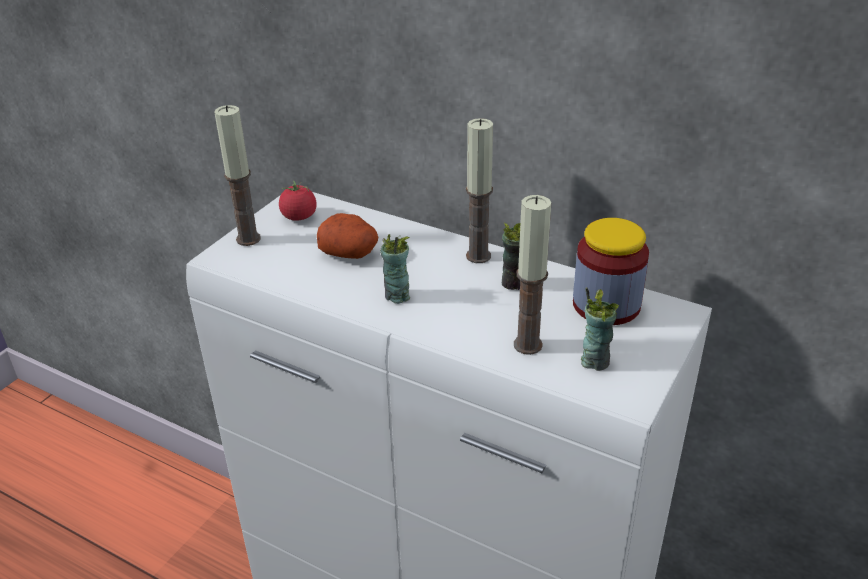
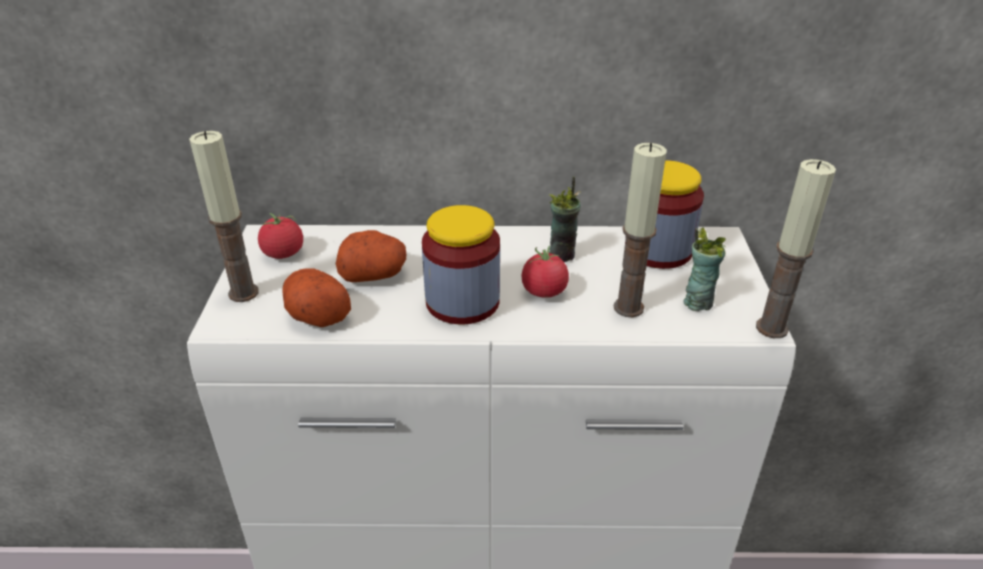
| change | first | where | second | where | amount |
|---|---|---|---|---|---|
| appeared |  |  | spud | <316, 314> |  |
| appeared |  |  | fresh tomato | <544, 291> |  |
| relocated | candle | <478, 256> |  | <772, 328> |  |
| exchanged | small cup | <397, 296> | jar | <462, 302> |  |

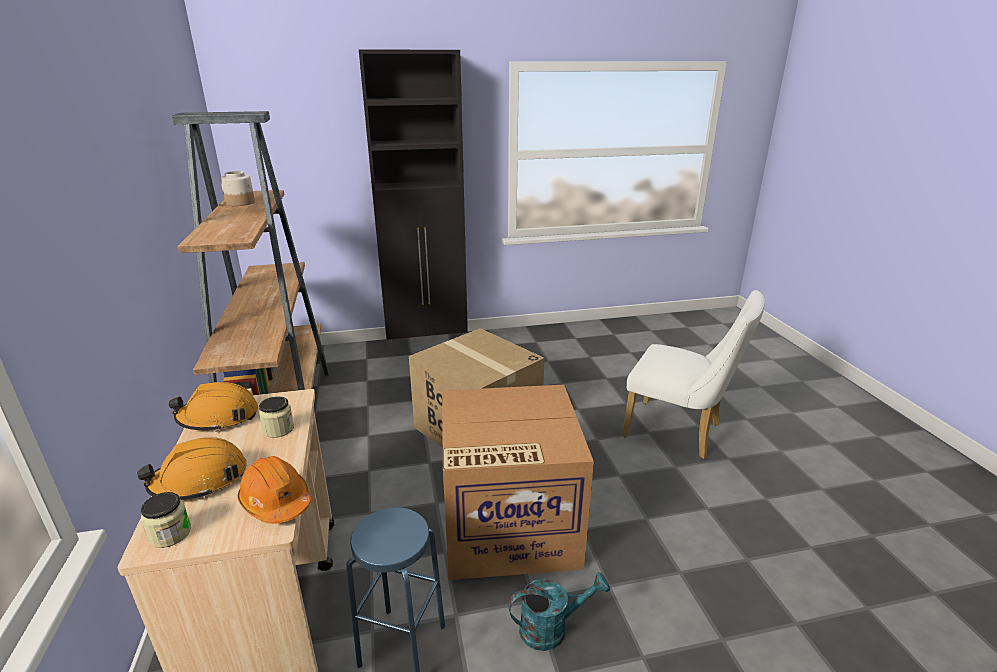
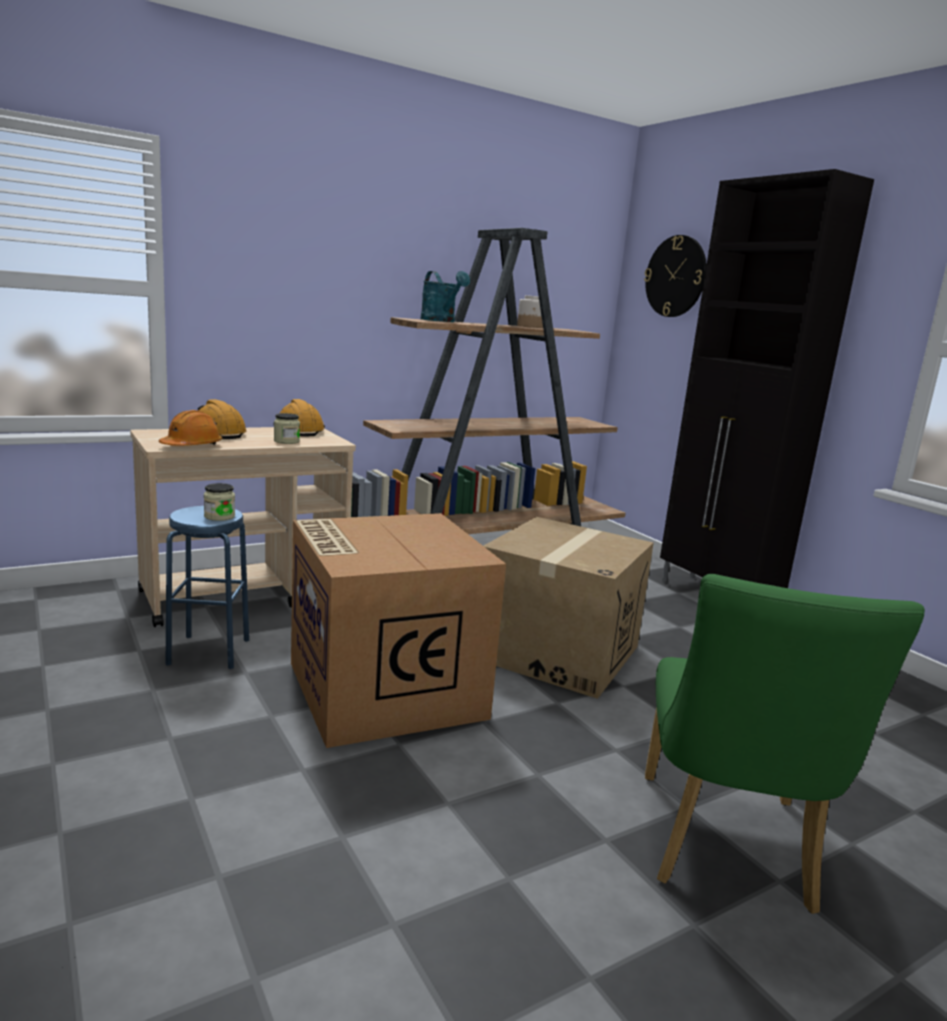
| change | first | where | second | where | amount |
|---|---|---|---|---|---|
| appeared |  |  | wall clock | <676, 276> |  |
| relocated | jar | <170, 534> |  | <219, 516> |  |
| relocated | watering pot in turquoise | <551, 628> |  | <441, 321> |  |
| colour | plain chair in white-coloured | <679, 432> | plain chair in green-coloured | <726, 850> |  |

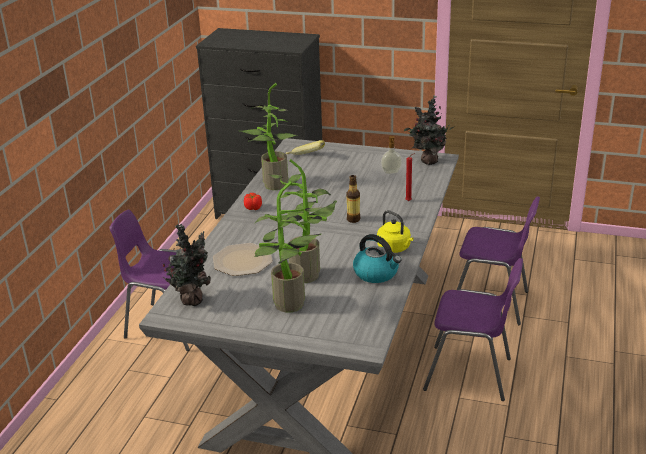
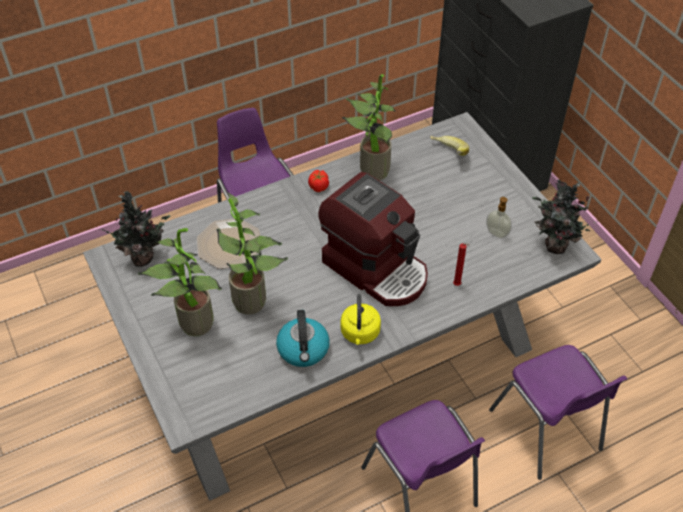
| change | first | where | second | where | amount |
|---|---|---|---|---|---|
| exchanged | drink bottle | <353, 219> | coffee maker | <376, 268> |  |

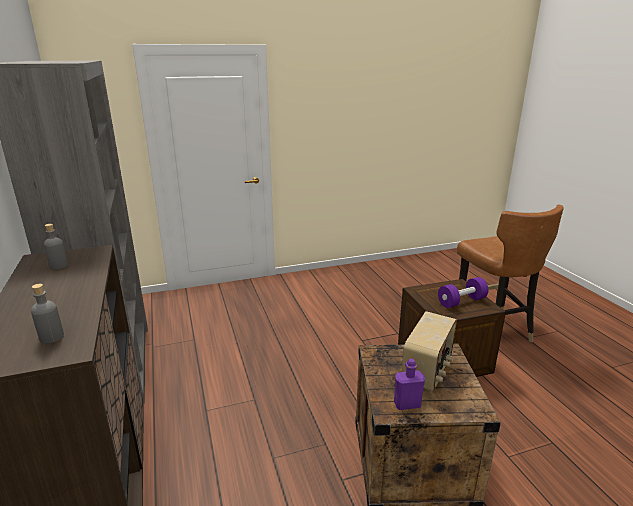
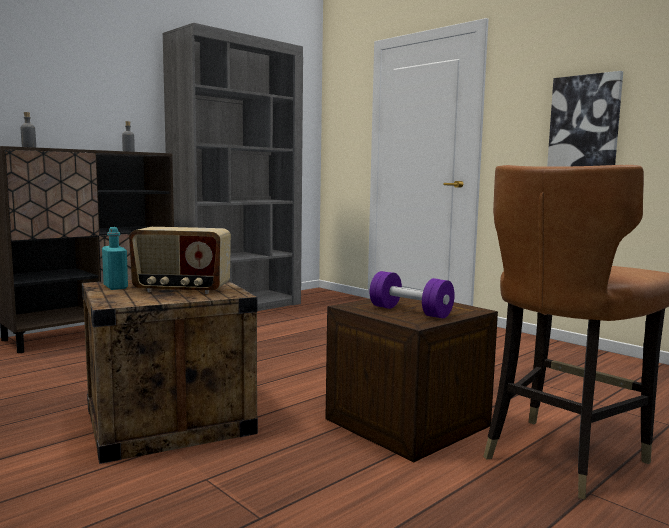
| change | first | where | second | where | amount |
|---|---|---|---|---|---|
| appeared |  |  | wall art | <584, 126> |  |
| colour | drink bottle in purplish | <407, 404> | drink bottle in turquoise | <115, 287> |  |

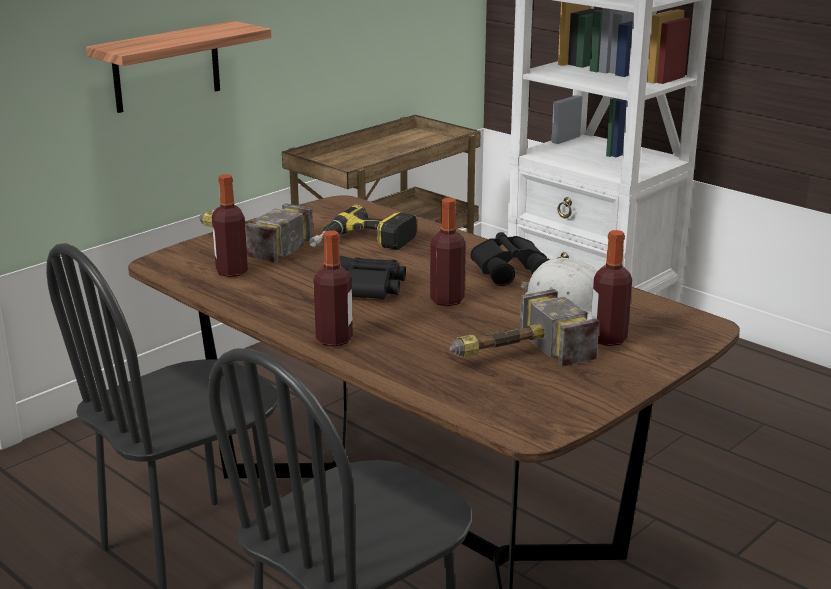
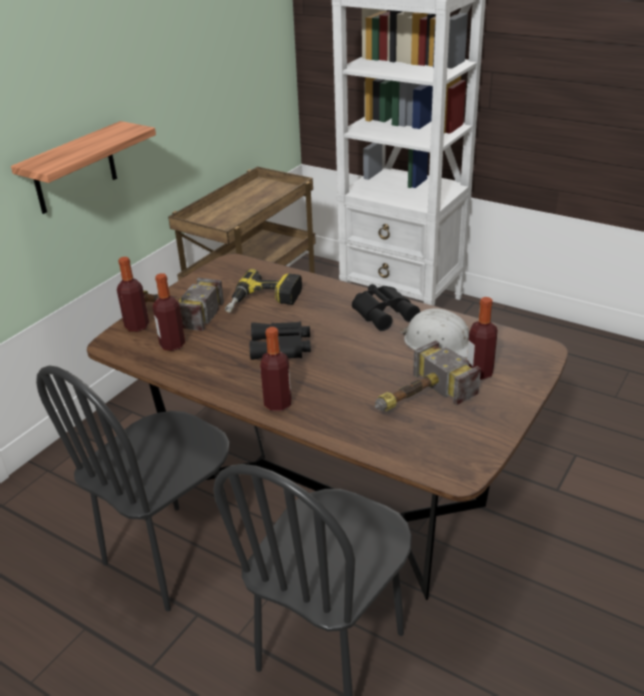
| change | first | where | second | where | amount |
|---|---|---|---|---|---|
| relocated | drink bottle | <447, 300> |  | <137, 326> |  |

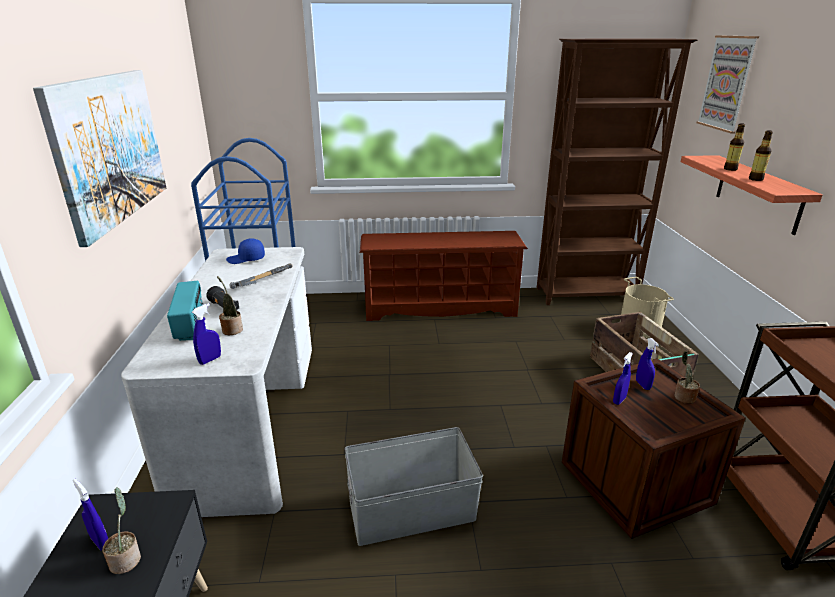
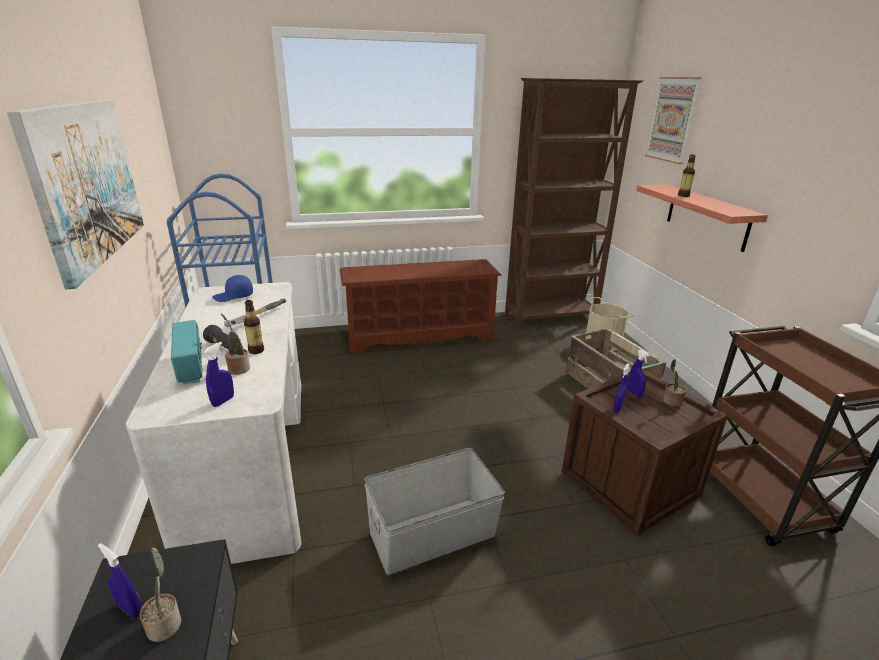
| change | first | where | second | where | amount |
|---|---|---|---|---|---|
| relocated | drink bottle | <755, 179> |  | <256, 350> |  |

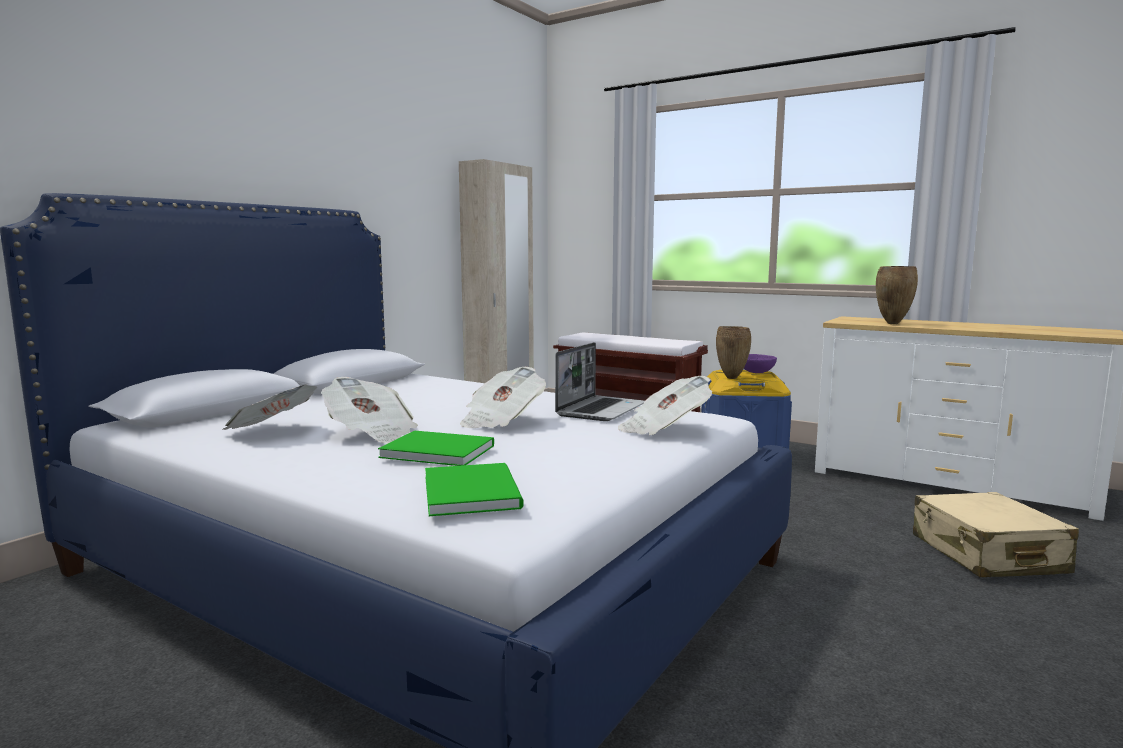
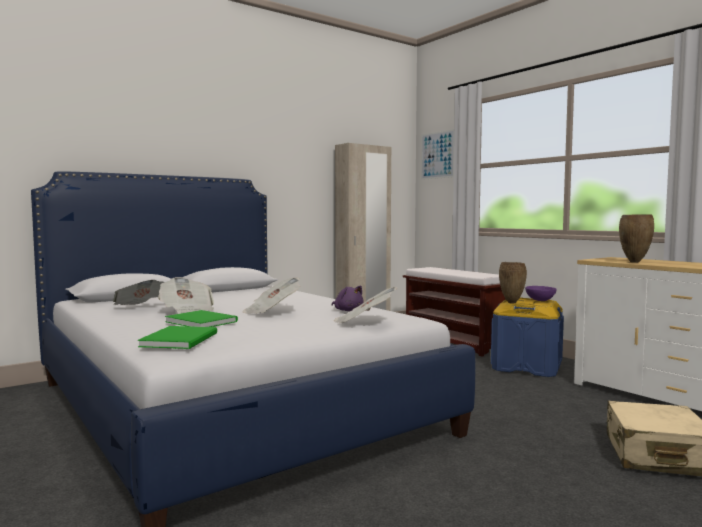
| change | first | where | second | where | amount |
|---|---|---|---|---|---|
| appeared |  |  | wall art | <437, 155> |  |
| exchanged | laptop | <601, 410> | soft toy in purplish | <347, 310> |  |

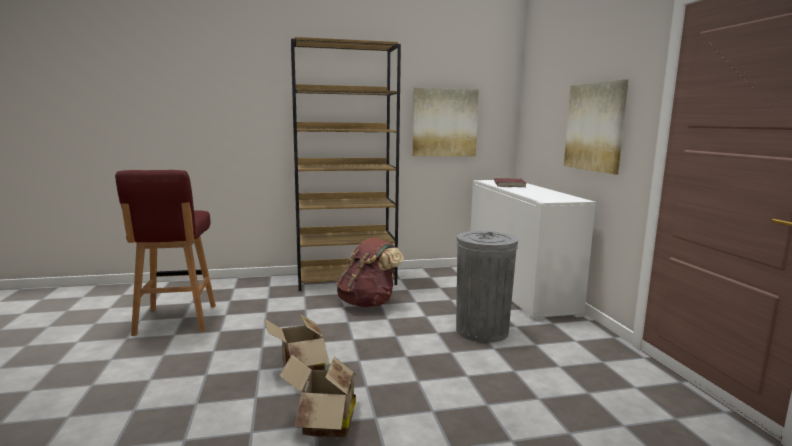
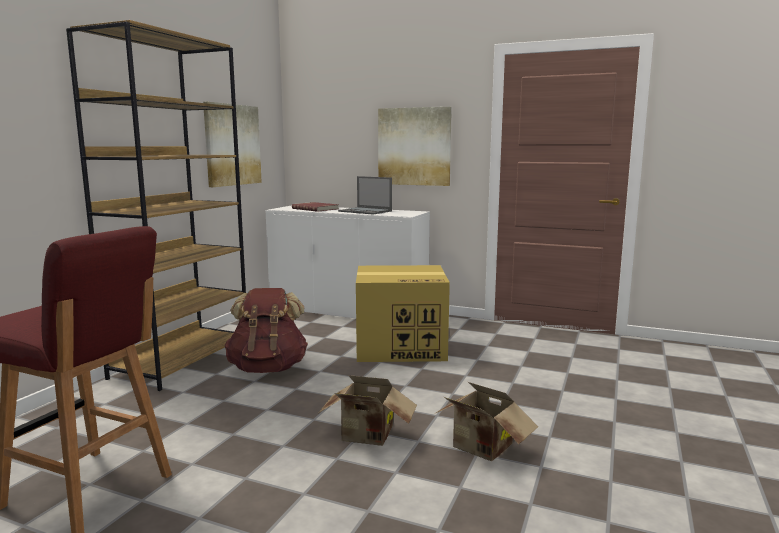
| change | first | where | second | where | amount |
|---|---|---|---|---|---|
| appeared |  |  | laptop | <366, 211> |  |
| exchanged | trash can in grey | <482, 331> | packing box | <402, 347> |  |

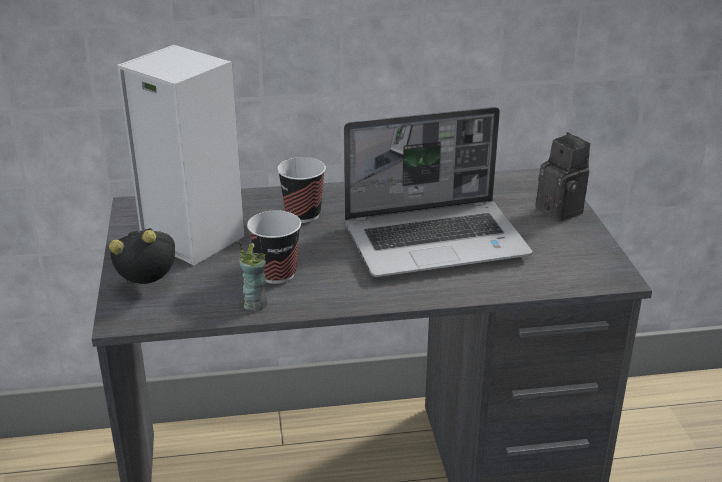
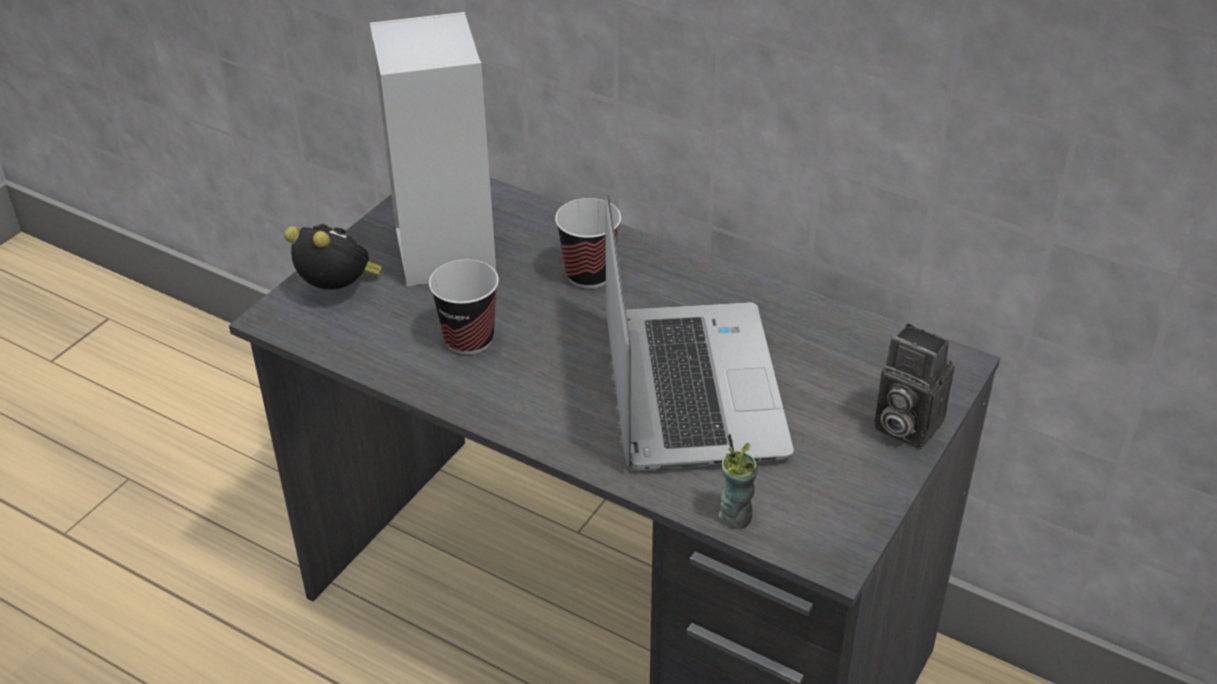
| change | first | where | second | where | amount |
|---|---|---|---|---|---|
| relocated | small cup | <255, 304> |  | <736, 516> |  |
| spun | laptop | <437, 240> |  | <689, 386> | 120 degrees counterclockwise |
| spun | photo camera | <563, 210> |  | <903, 425> | 120 degrees clockwise |

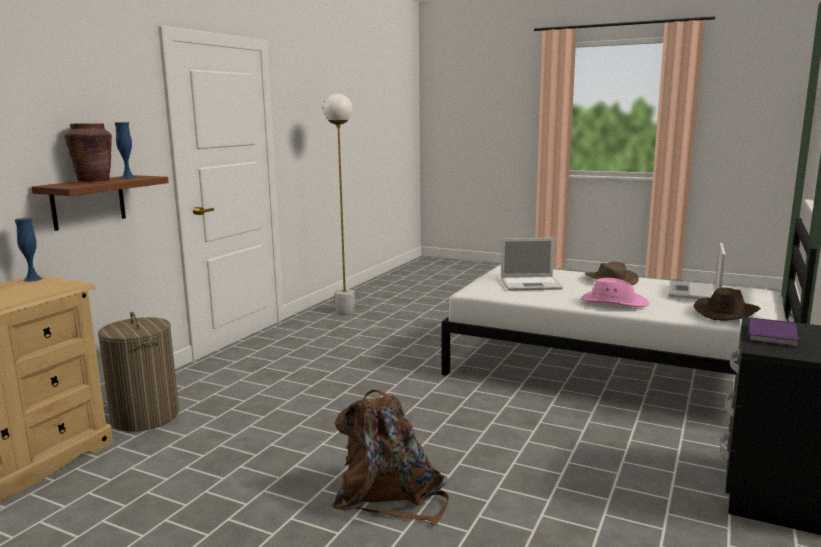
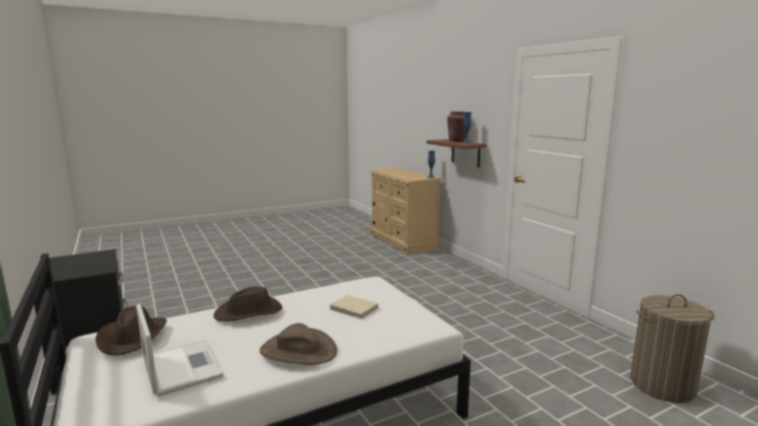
| change | first | where | second | where | amount |
|---|---|---|---|---|---|
| missing | floor lamp in white-coloured | <345, 311> |  |  |  |
| missing | rucksack in brown | <390, 495> |  |  |  |
| missing | volume in purplish | <773, 335> |  |  |  |
| relocated | laundry basket | <145, 417> |  | <662, 385> |  |
| exchanged | laptop | <531, 284> | volume in beige | <354, 309> |  |
| colour | hat in pink-coloured | <613, 302> | hat in brown | <249, 312> |  |

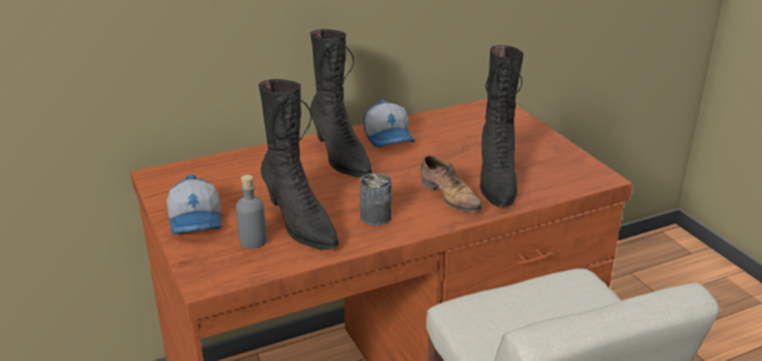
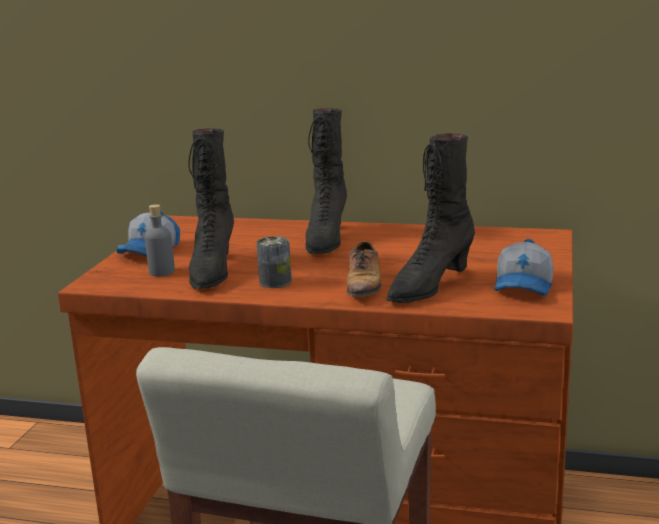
| change | first | where | second | where | amount |
|---|---|---|---|---|---|
| relocated | baseball cap | <389, 137> |  | <525, 286> |  |

